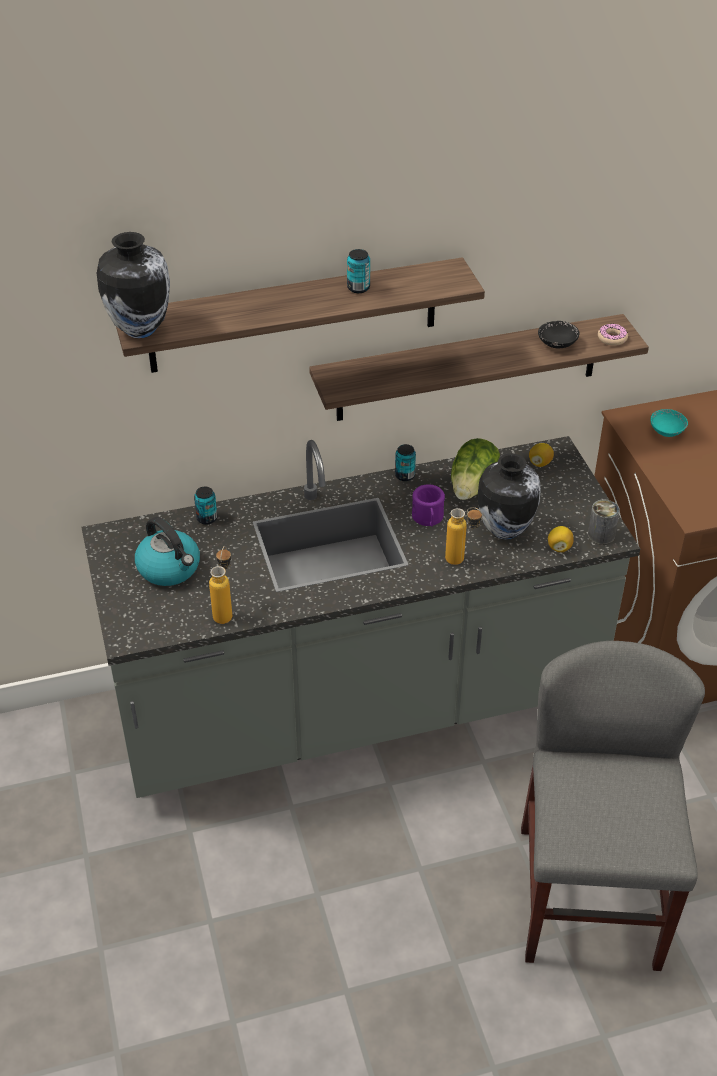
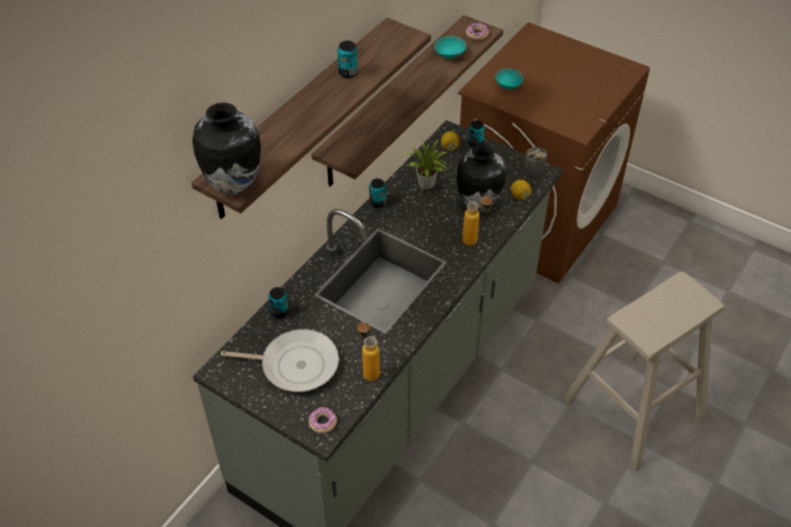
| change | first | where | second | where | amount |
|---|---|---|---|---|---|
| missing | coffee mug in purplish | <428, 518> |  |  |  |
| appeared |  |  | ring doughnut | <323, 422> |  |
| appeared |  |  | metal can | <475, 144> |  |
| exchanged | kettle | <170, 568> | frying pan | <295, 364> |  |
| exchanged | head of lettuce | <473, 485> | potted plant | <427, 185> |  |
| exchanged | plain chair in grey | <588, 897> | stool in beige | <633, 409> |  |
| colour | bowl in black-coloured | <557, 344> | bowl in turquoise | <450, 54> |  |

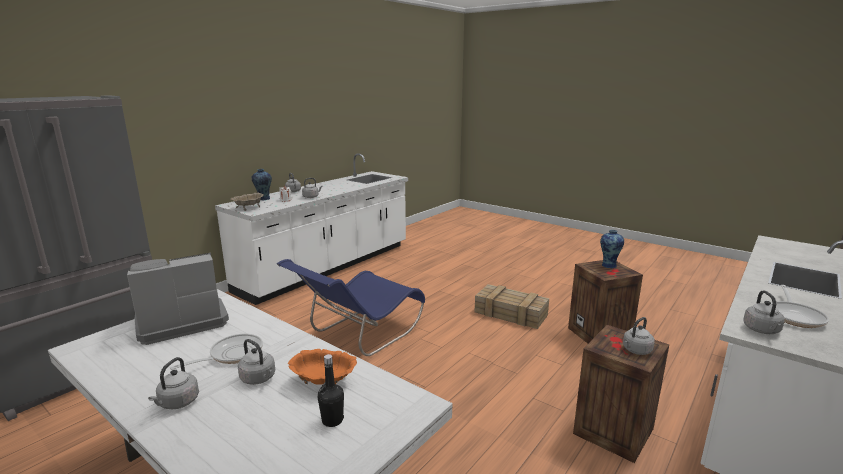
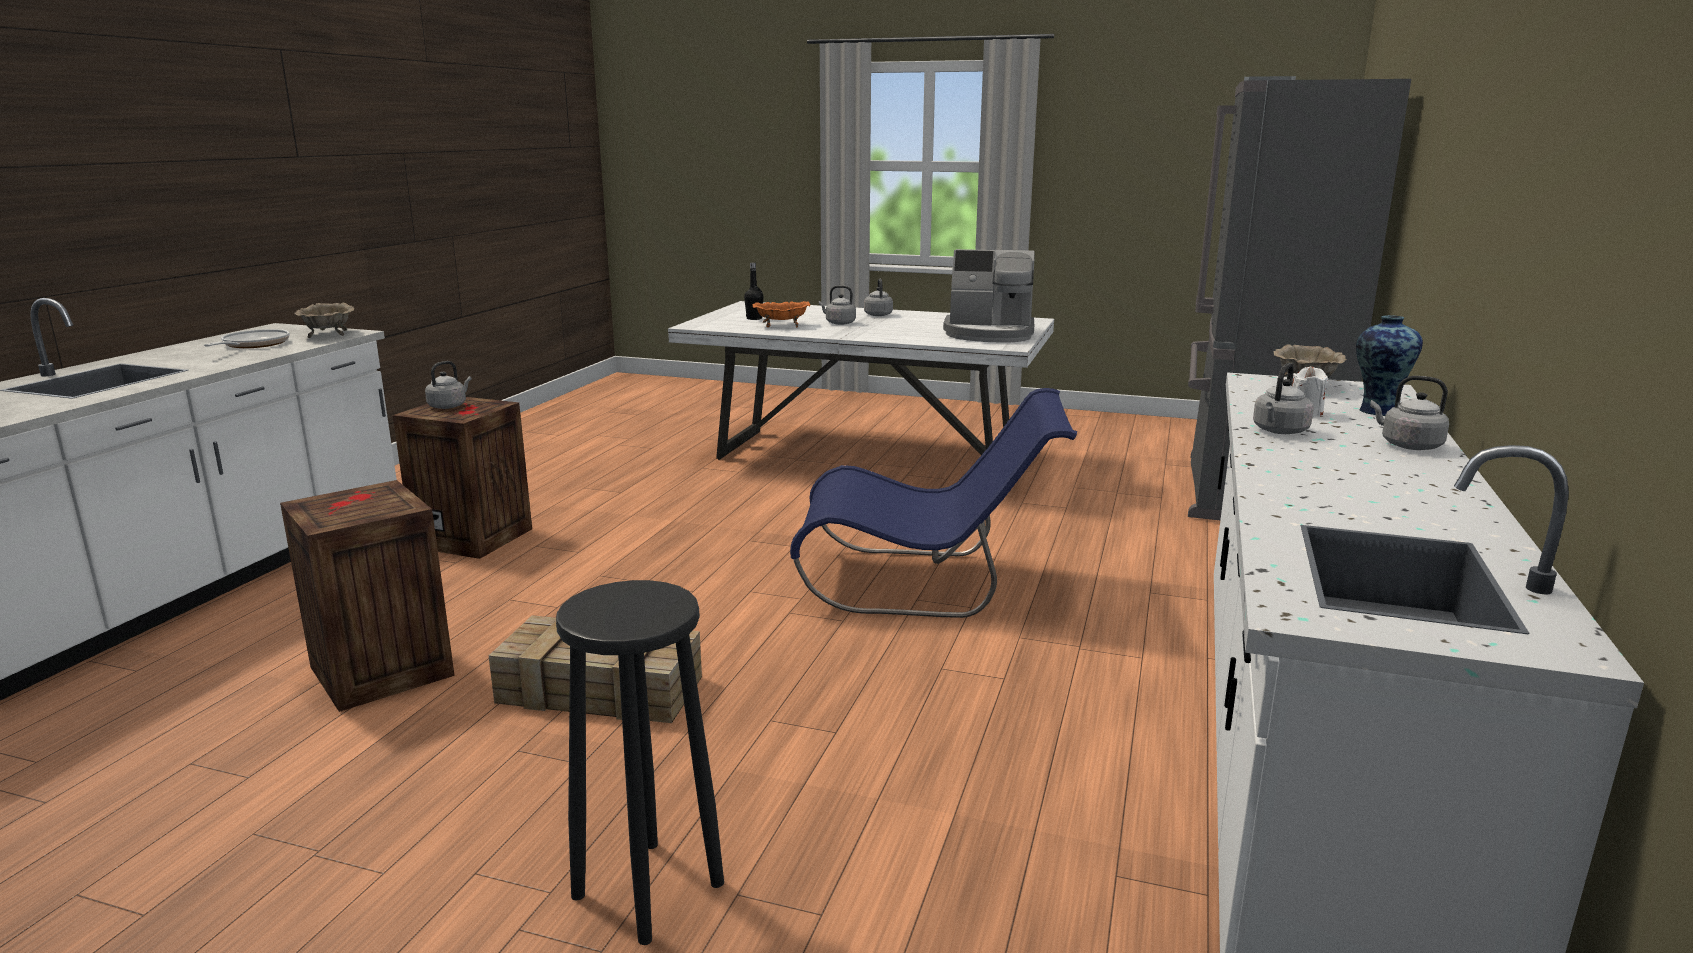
| change | first | where | second | where | amount |
|---|---|---|---|---|---|
| missing | frying pan | <232, 354> |  |  |  |
| missing | flower vase | <609, 265> |  |  |  |
| appeared |  |  | stool in black-coloured | <647, 888> |  |
| exchanged | kettle in grey | <762, 330> | bowl in beige | <328, 334> |  |
| spun | coffee maker | <180, 321> |  | <989, 334> | 60 degrees clockwise |
| spun | plain chair in bluish | <358, 336> |  | <927, 583> | 75 degrees clockwise |

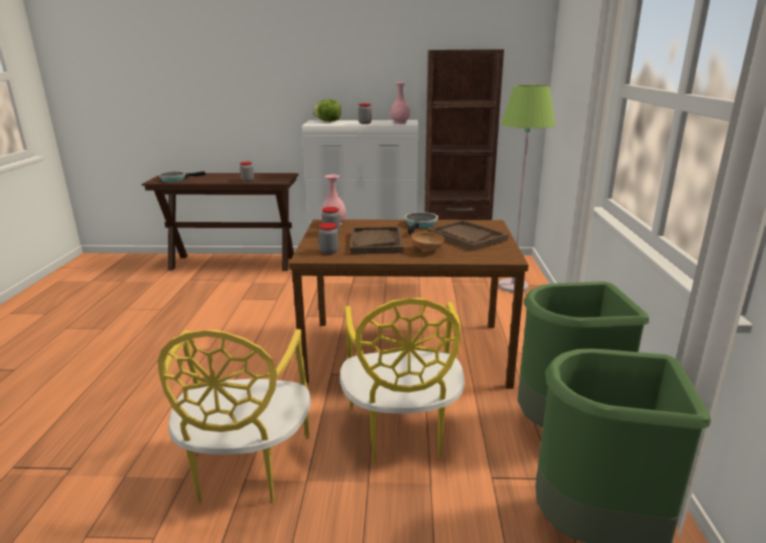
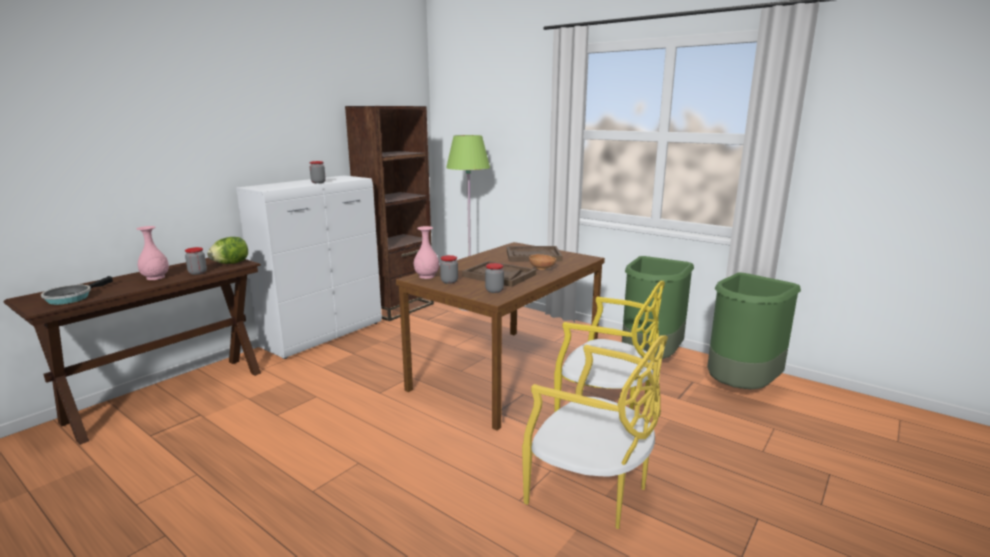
| change | first | where | second | where | amount |
|---|---|---|---|---|---|
| missing | frying pan | <420, 225> |  |  |  |
| relocated | head of lettuce | <328, 121> |  | <231, 263> |  |
| relocated | flower vase in pink-coloured | <400, 123> |  | <155, 278> |  |

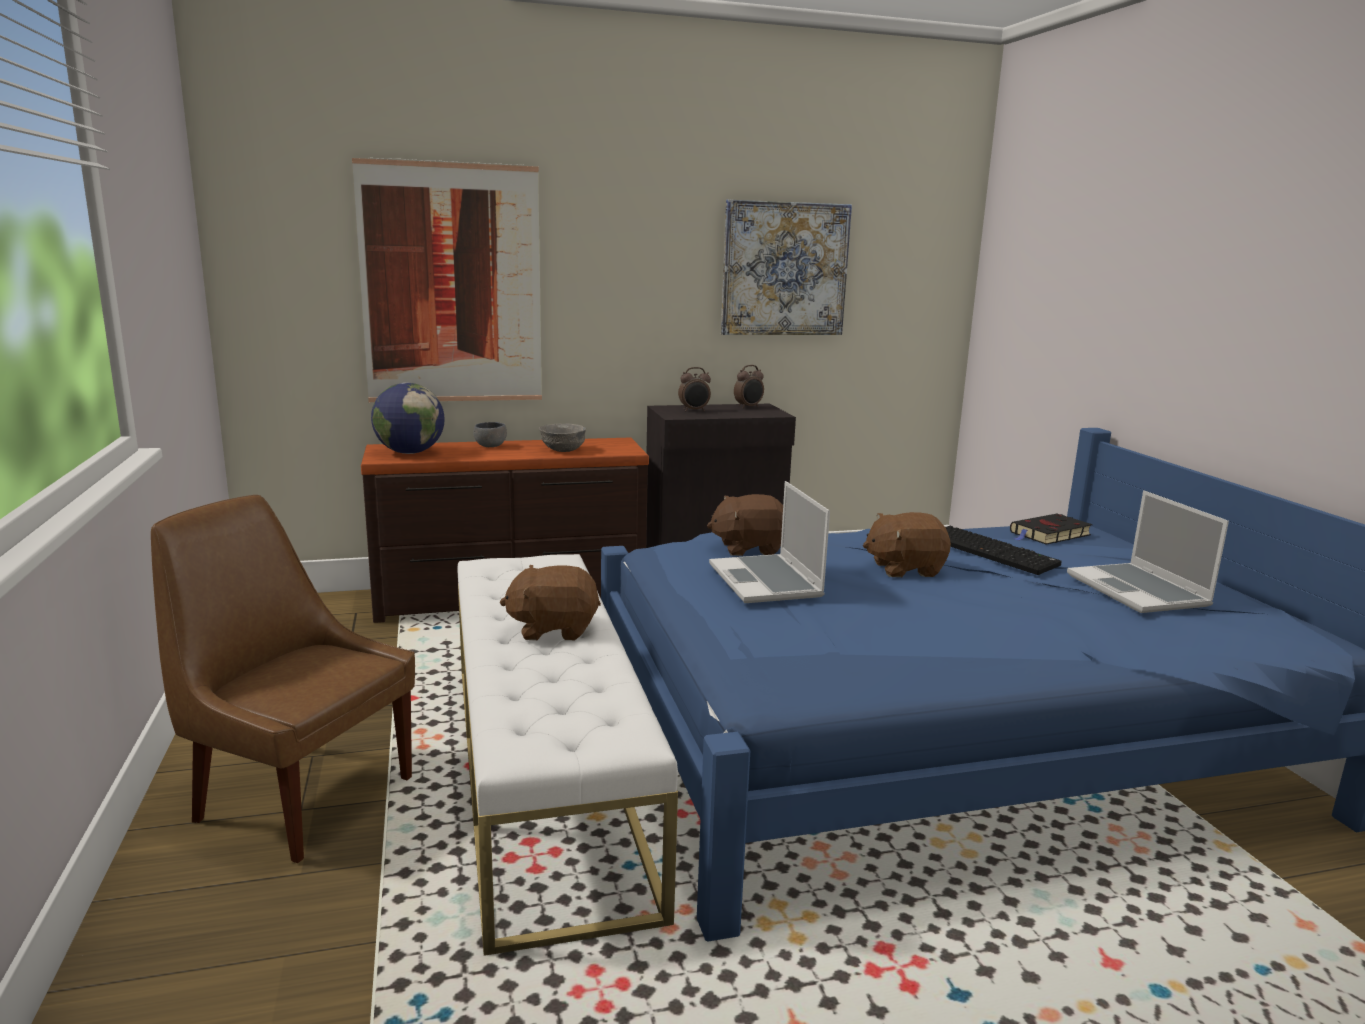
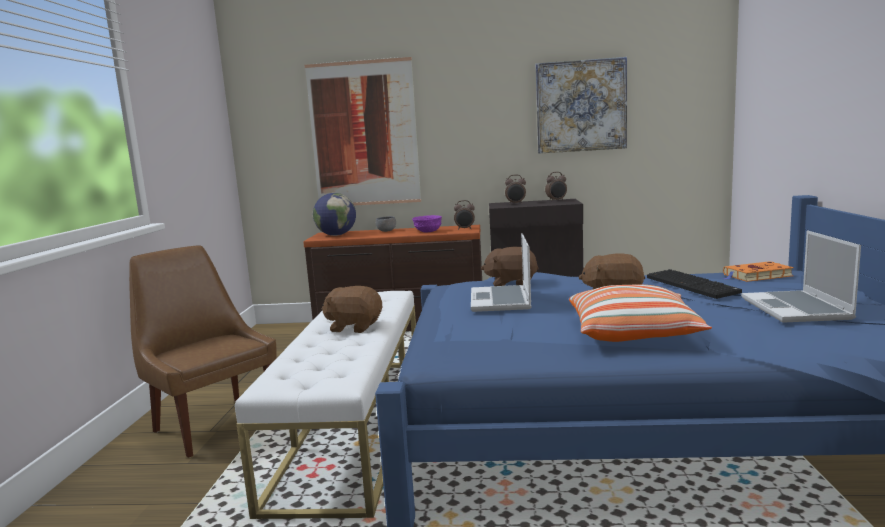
| change | first | where | second | where | amount |
|---|---|---|---|---|---|
| appeared |  |  | alarm clock | <465, 229> |  |
| appeared |  |  | cushion | <633, 333> |  |
| colour | bowl in grey | <563, 449> | bowl in purplish | <428, 231> |  |
| colour | volume in black-coloured | <1048, 534> | volume in orange | <756, 276> |  |

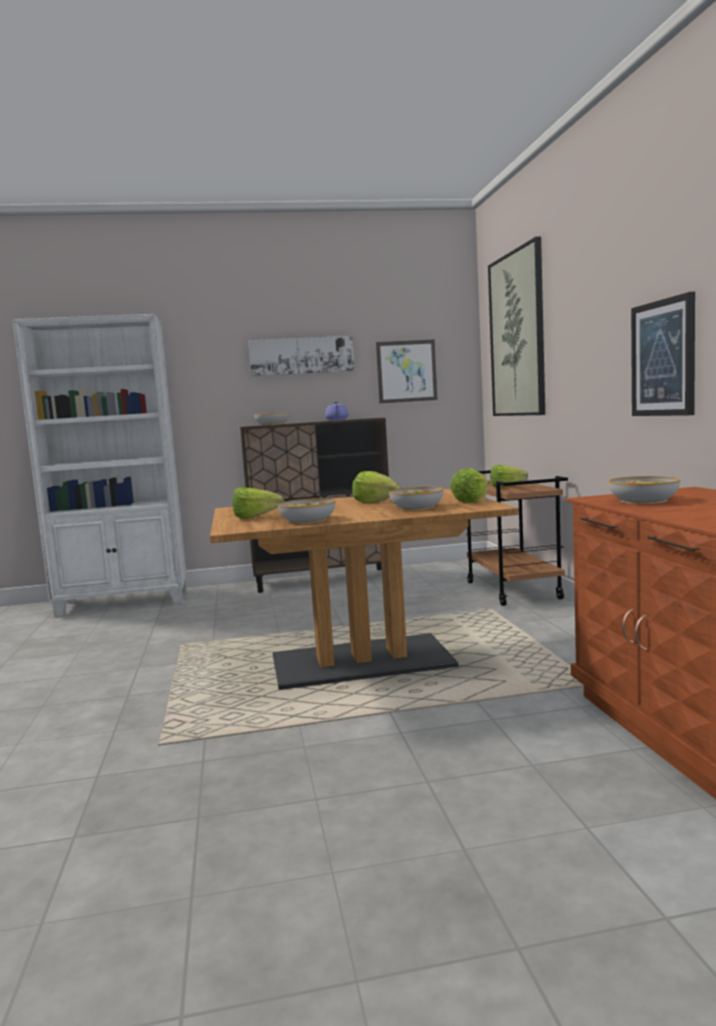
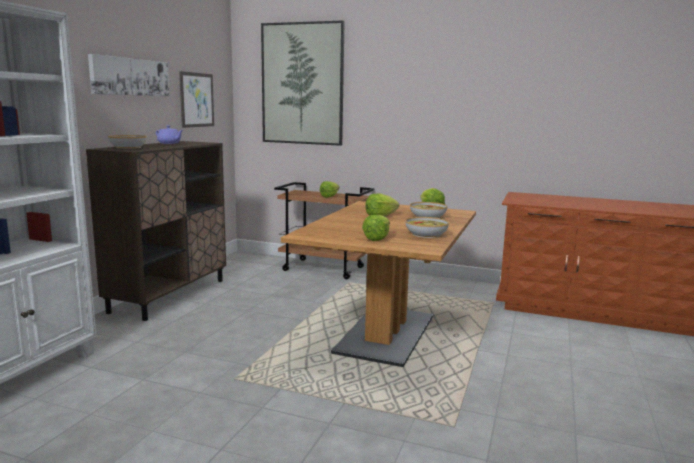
| change | first | where | second | where | amount |
|---|---|---|---|---|---|
| missing | bowl | <643, 500> |  |  |  |
| missing | wall art | <663, 358> |  |  |  |

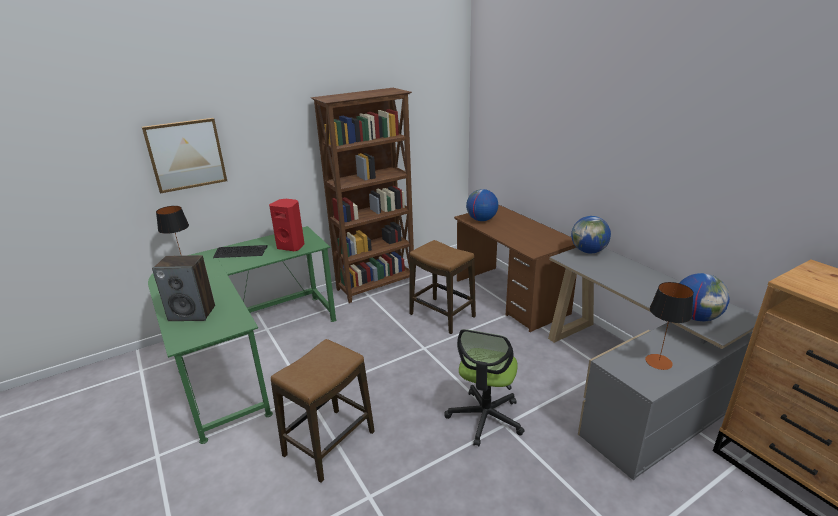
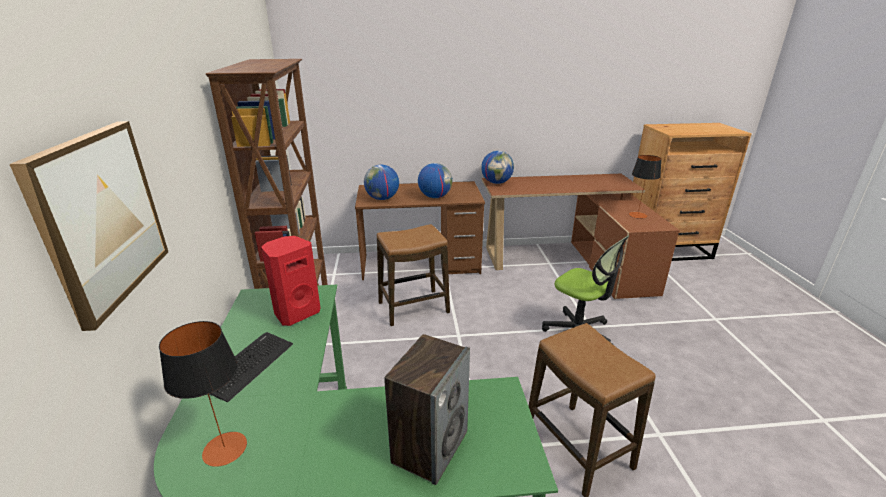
| change | first | where | second | where | amount |
|---|---|---|---|---|---|
| relocated | globe | <696, 317> |  | <435, 197> |  |
| colour | desk unit in grey | <630, 386> | desk unit in brown | <571, 262> |  |

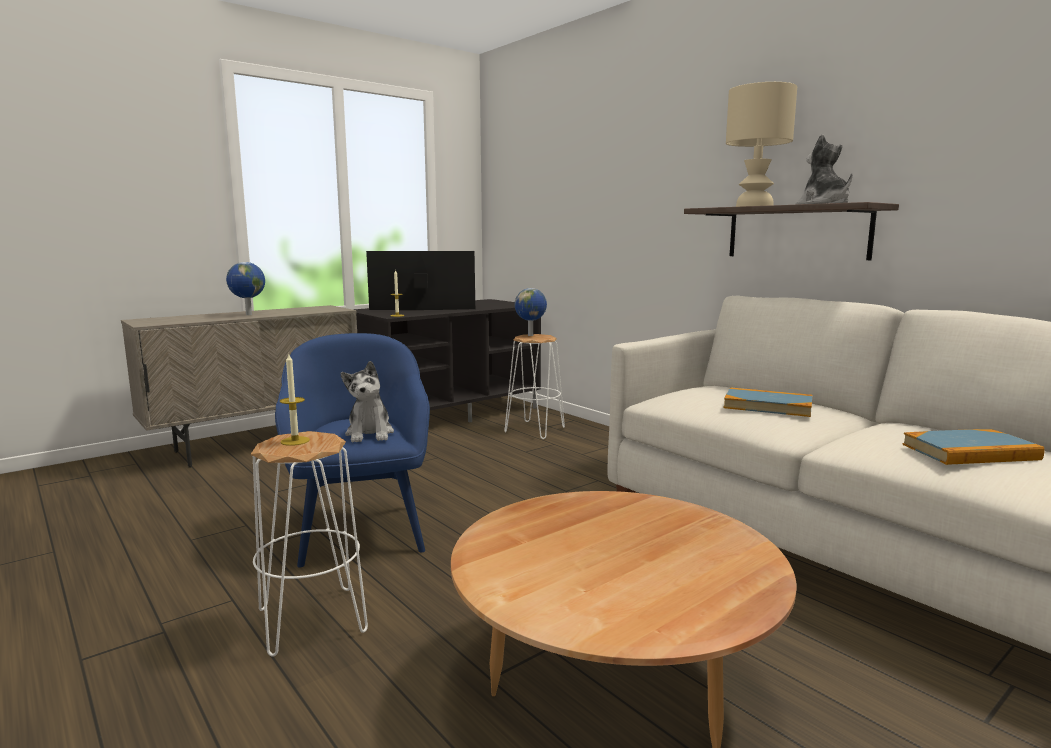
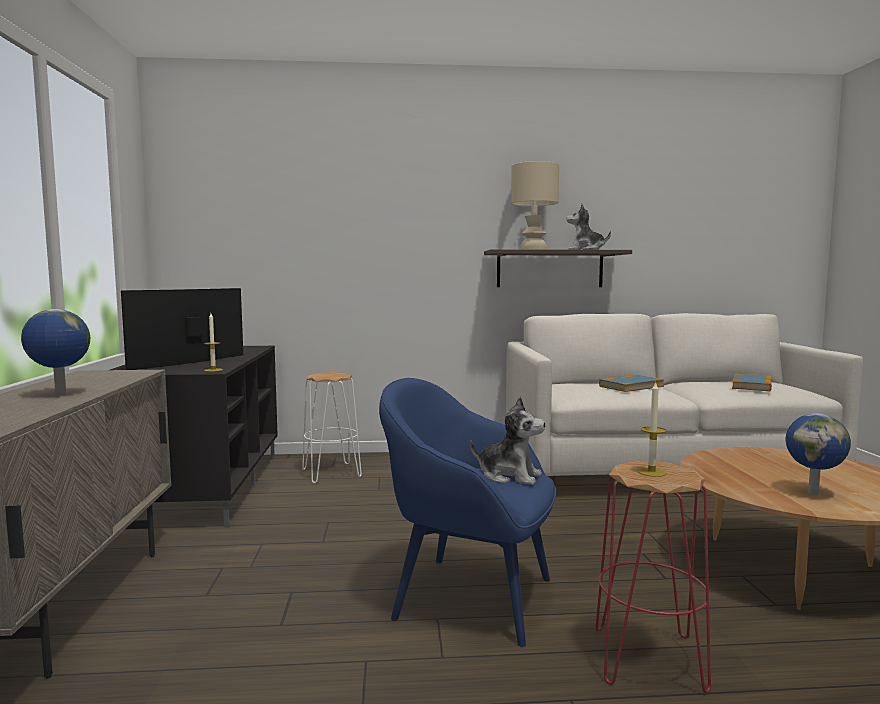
| change | first | where | second | where | amount |
|---|---|---|---|---|---|
| relocated | globe | <531, 335> |  | <813, 493> |  |
| colour | stool in white-coloured | <312, 621> | stool in red | <649, 659> |  |

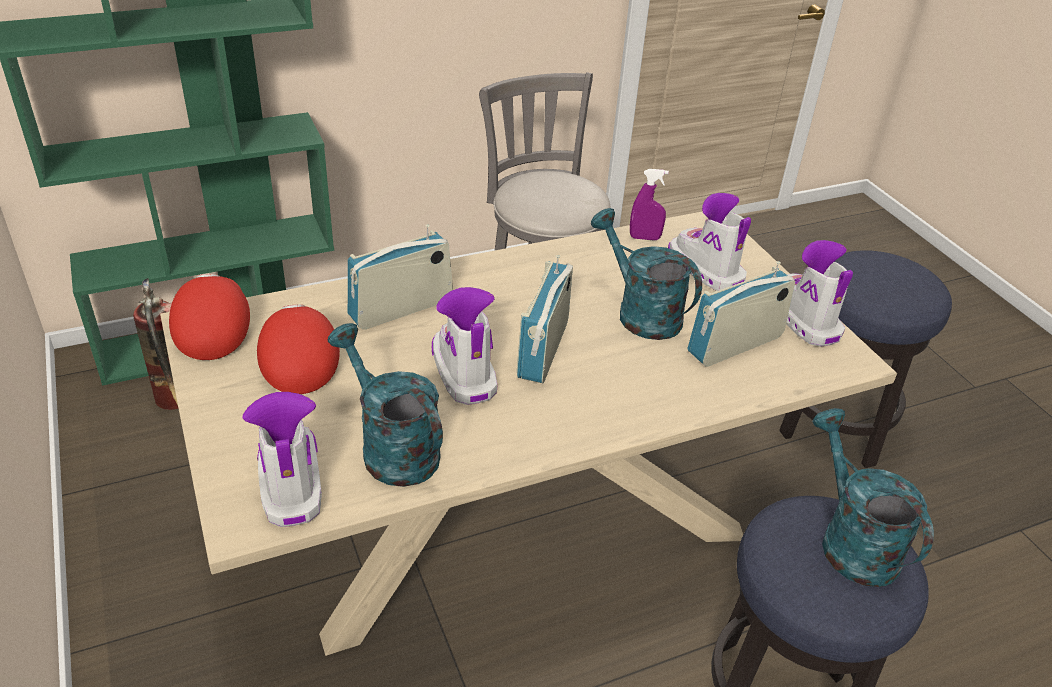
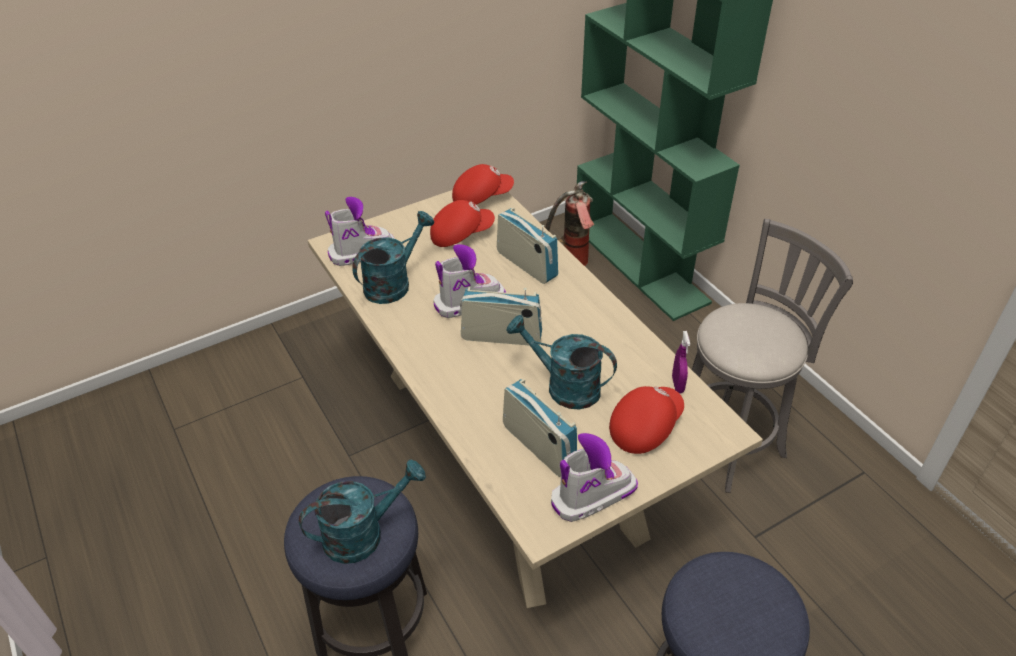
| change | first | where | second | where | amount |
|---|---|---|---|---|---|
| exchanged | boot | <704, 269> | baseball cap in red | <644, 426> |  |
| spun | watering pot in turquoise | <640, 312> |  | <564, 386> | 105 degrees counterclockwise |

